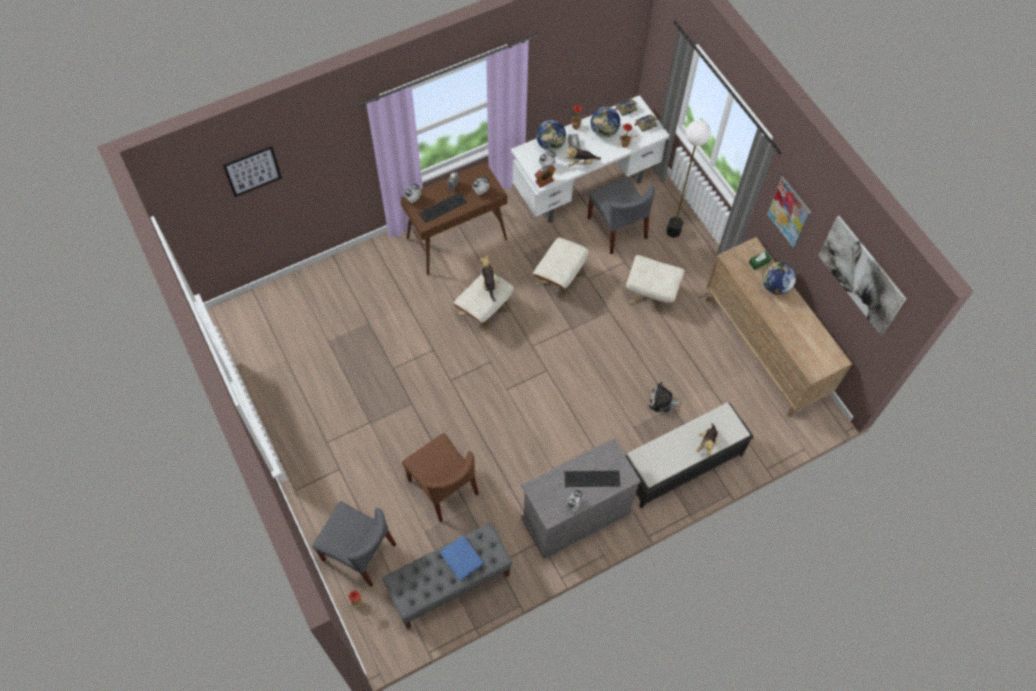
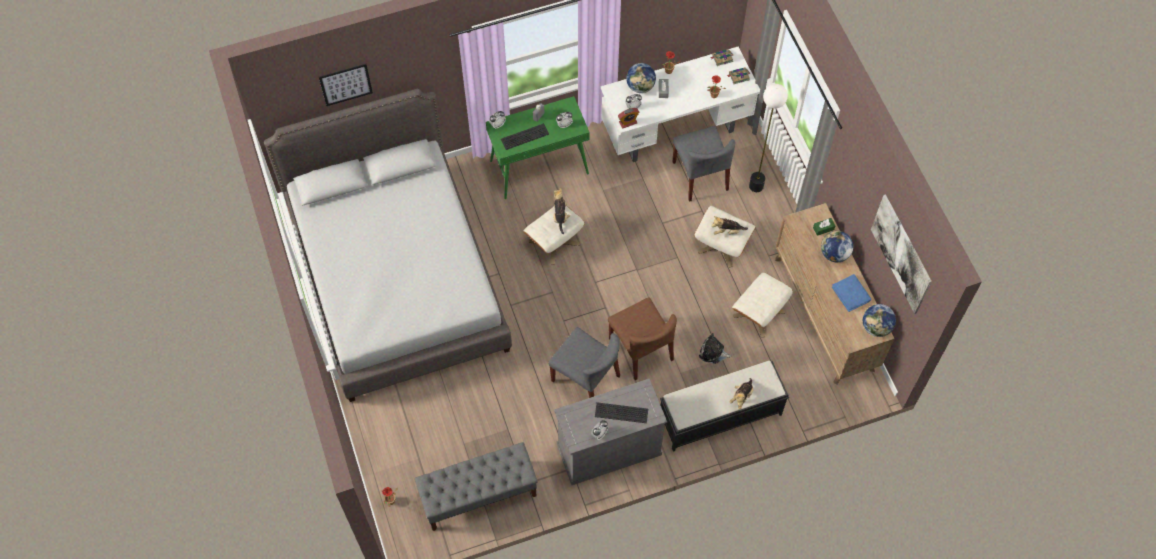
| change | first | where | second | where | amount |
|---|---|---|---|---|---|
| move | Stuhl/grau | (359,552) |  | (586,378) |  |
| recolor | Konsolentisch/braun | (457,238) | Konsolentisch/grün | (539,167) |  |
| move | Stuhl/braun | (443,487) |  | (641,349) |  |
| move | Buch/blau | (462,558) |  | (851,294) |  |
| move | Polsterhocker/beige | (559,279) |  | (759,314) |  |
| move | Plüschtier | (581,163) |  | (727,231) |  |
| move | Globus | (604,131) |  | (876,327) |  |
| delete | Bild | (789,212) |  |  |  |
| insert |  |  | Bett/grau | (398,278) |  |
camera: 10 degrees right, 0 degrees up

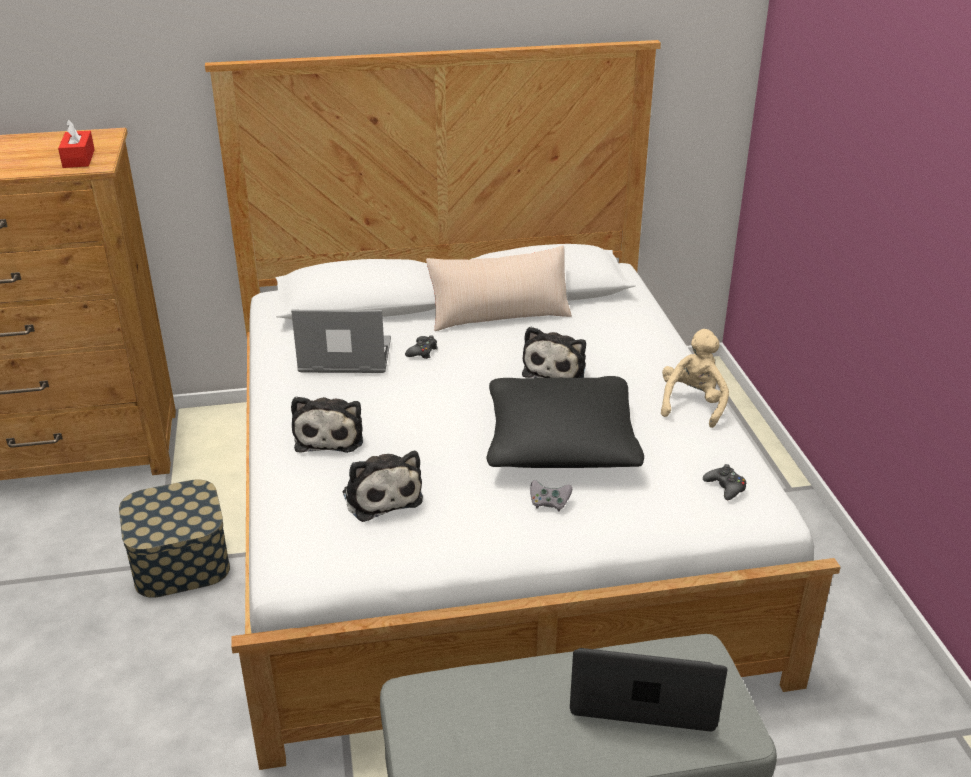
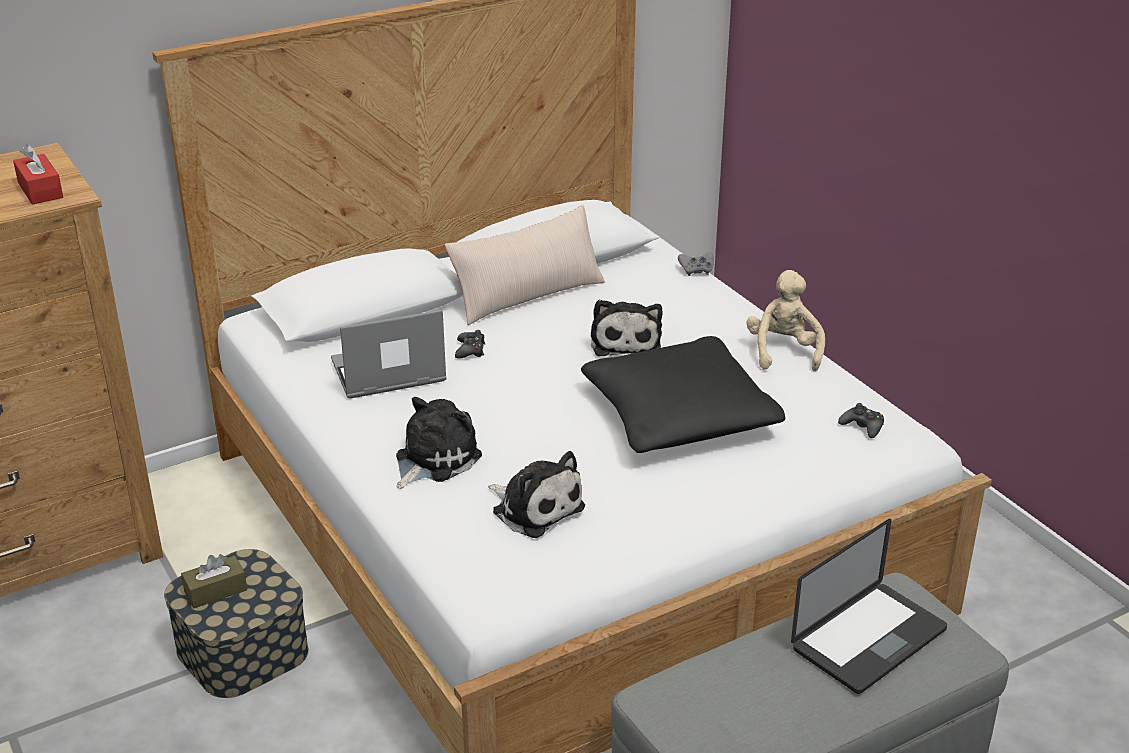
| change | first | where | second | where | amount |
|---|---|---|---|---|---|
| rotate | Plüschtier | (330,435) |  | (433,459) | 120 degrees counterclockwise |
| move | Gamepad/grau | (549,503) |  | (696,271) |  |
| rotate | Laptop | (643,693) |  | (868,639) | 150 degrees clockwise |
| insert |  |  | Taschentuchbox/braun | (215,591) |  |
camera: 20 degrees left, 0 degrees up

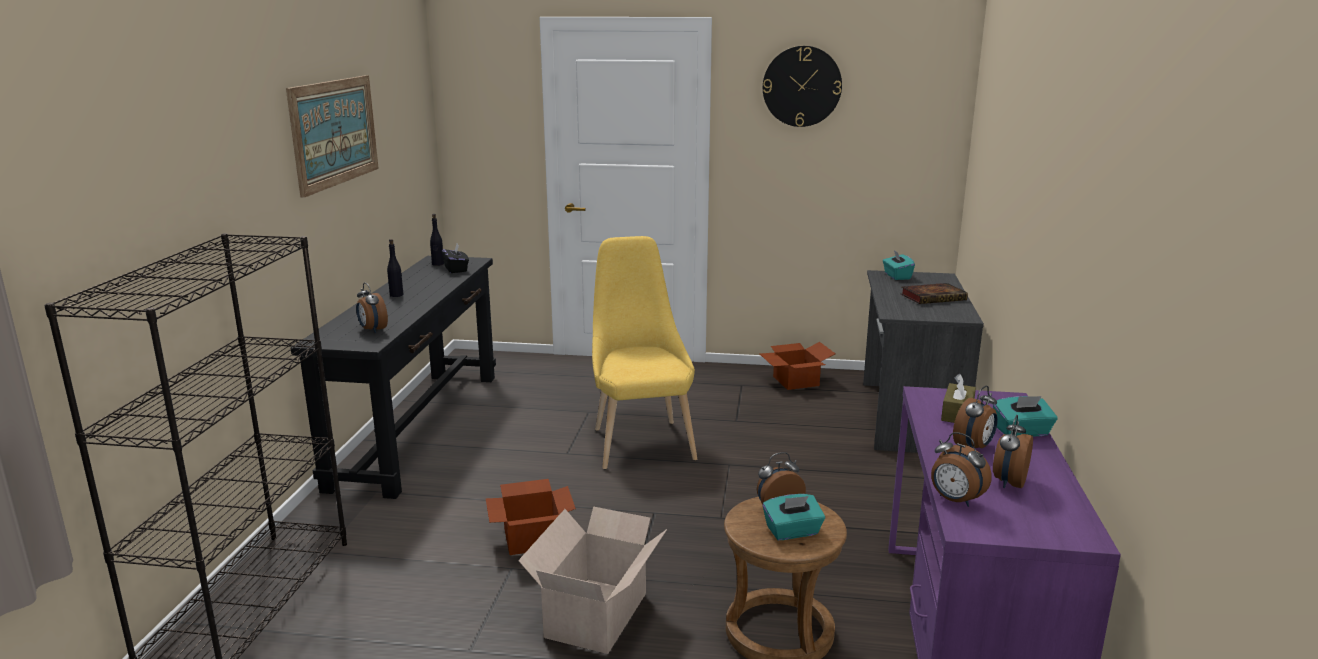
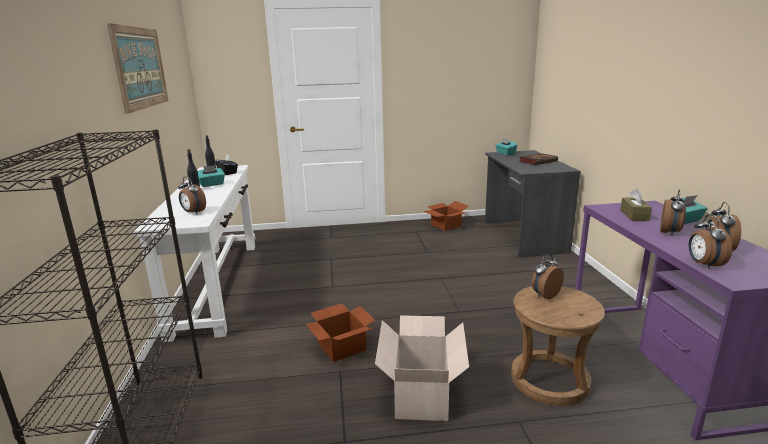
| change | first | where | second | where | amount |
|---|---|---|---|---|---|
| recolor | Konsolentisch/schwarz | (419,427) | Konsolentisch/weiß | (217,285) |  |
| delete | Stuhl/gelb | (640,441) |  |  |  |
| delete | Wanduhr | (802,86) |  |  |  |
| move | Taschentuchbox/türkis | (792,532) |  | (211,184) |  |
| rotate | Wecker | (955,500) |  | (703,264) | 60 degrees clockwise |
camera: 15 degrees left, 0 degrees up

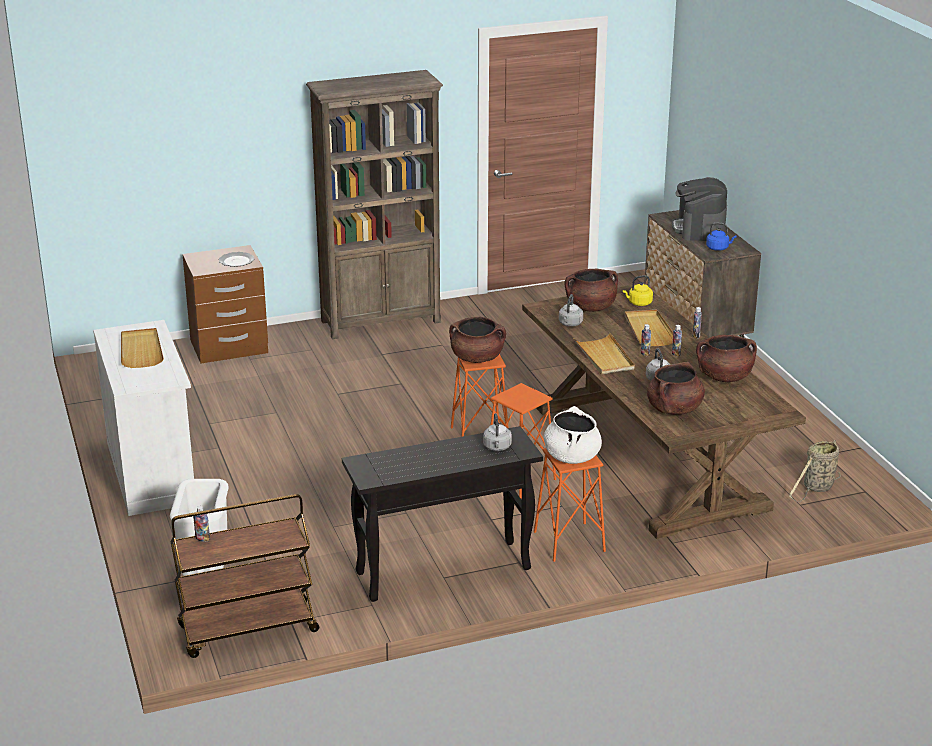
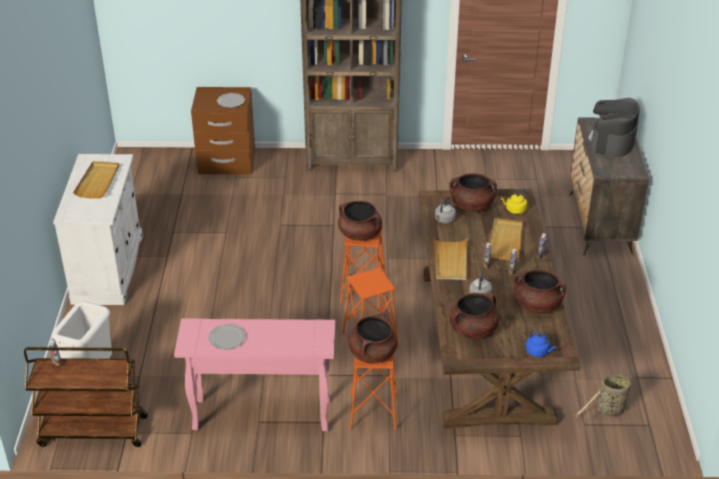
| change | first | where | second | where | amount |
|---|---|---|---|---|---|
| recolor | Konsolentisch/schwarz | (442,571) | Konsolentisch/rosa | (260,415) |  |
| delete | Wasserkessel/grau | (497,447) |  |  |  |
| recolor | Kochtopf/weiß | (571,457) | Kochtopf/braun | (372,353) |  |
| move | Wasserkessel/blau | (718,248) |  | (538,352) |  |
| insert |  |  | Teller | (227,338) |  |
camera: 20 degrees right, 10 degrees up

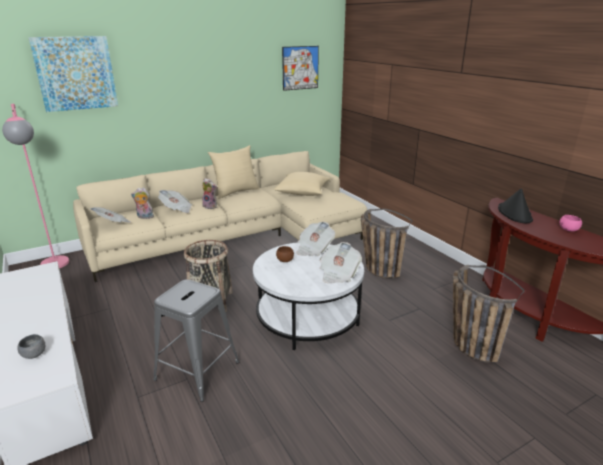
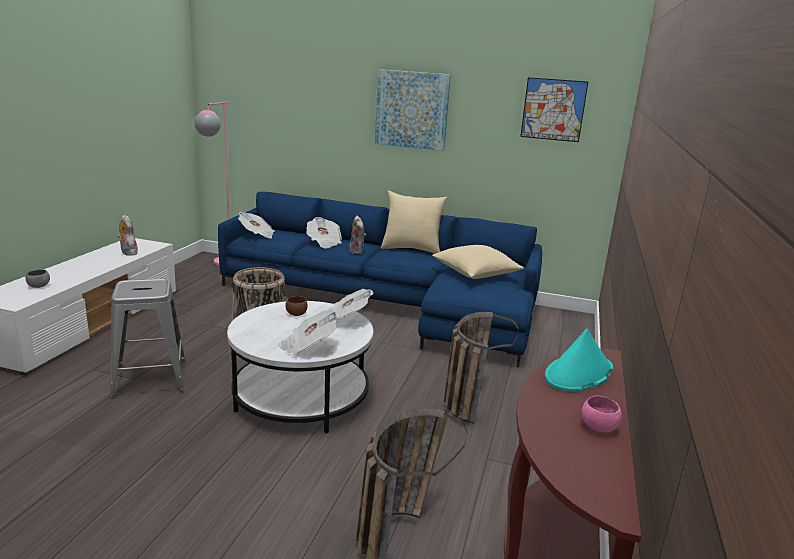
| change | first | where | second | where | amount |
|---|---|---|---|---|---|
| move | Bild | (75,73) |  | (412,110) |  |
| recolor | Sofa/beige | (236,237) | Sofa/blau | (389,303) |  |
| move | Plüschtier | (144,217) |  | (127,253) |  |
| recolor | Hut/schwarz | (515,213) | Hut/türkis | (578,374) |  |
camera: 45 degrees right, 5 degrees down

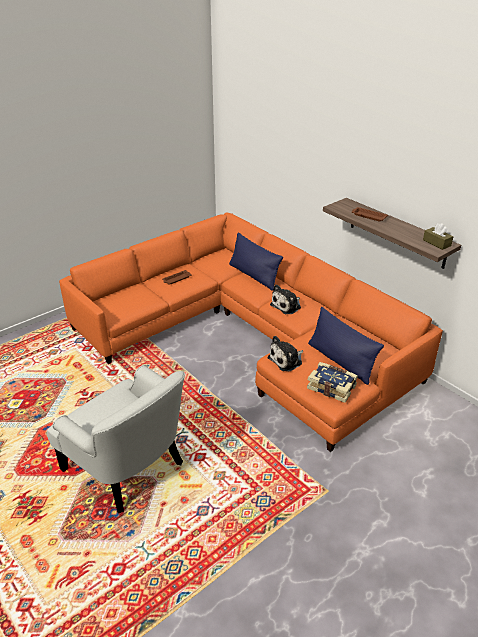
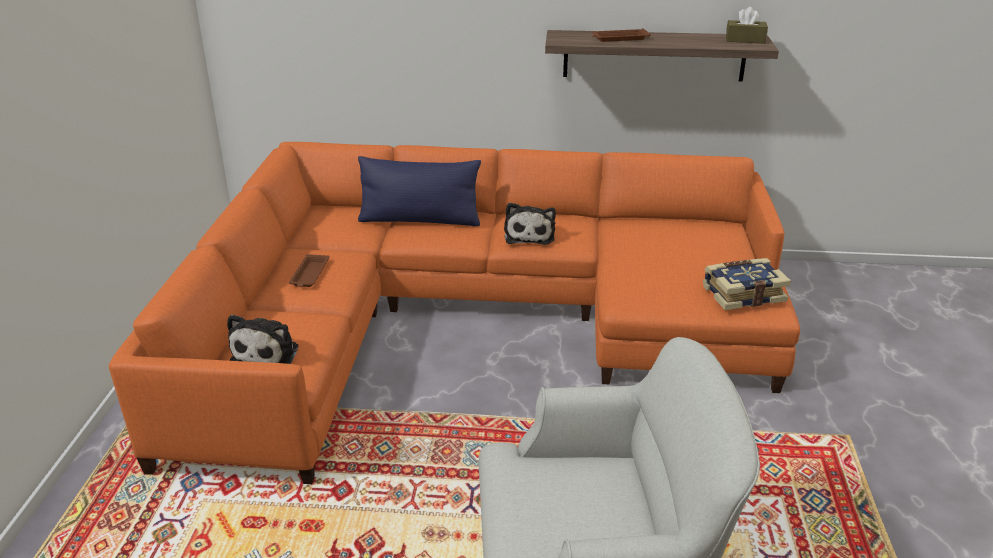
| change | first | where | second | where | amount |
|---|---|---|---|---|---|
| move | Plüschtier | (287,360) |  | (267,353) |  |
| delete | Kissen/blau | (340,361) |  |  |  |
camera: 45 degrees left, 5 degrees down

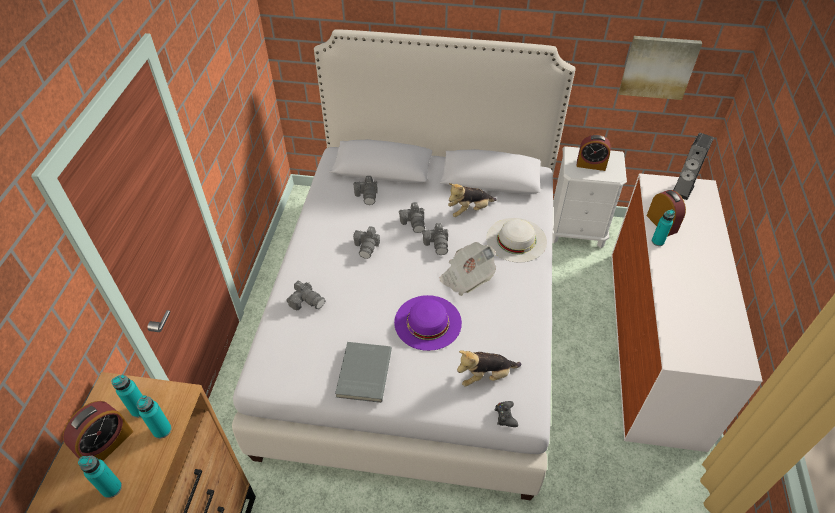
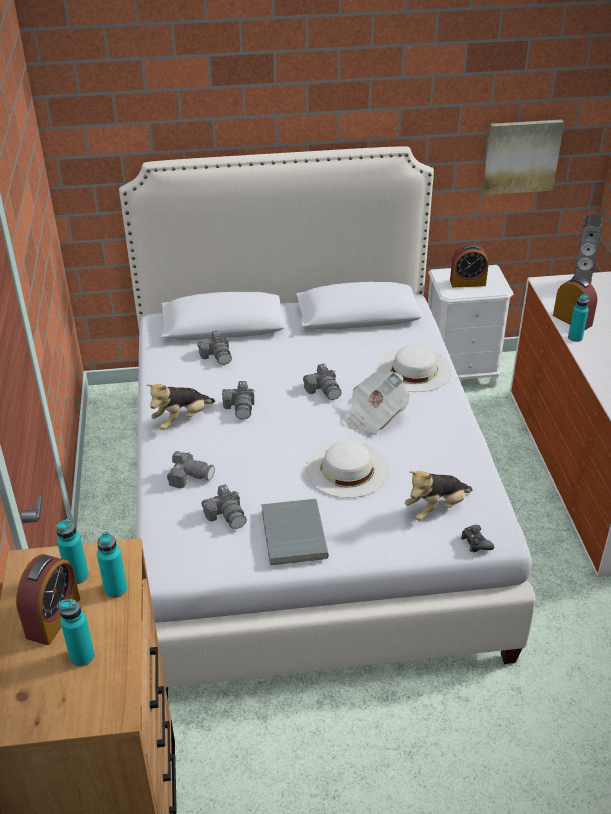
| change | first | where | second | where | amount |
|---|---|---|---|---|---|
| recolor | Hut/lila | (427,322) | Hut/weiß | (347,469) |  |
| move | Kamera | (414,222) |  | (227,515) |  |
| move | Plüschtier | (469,210) |  | (182,419) |  |
camera: 15 degrees left, 10 degrees down

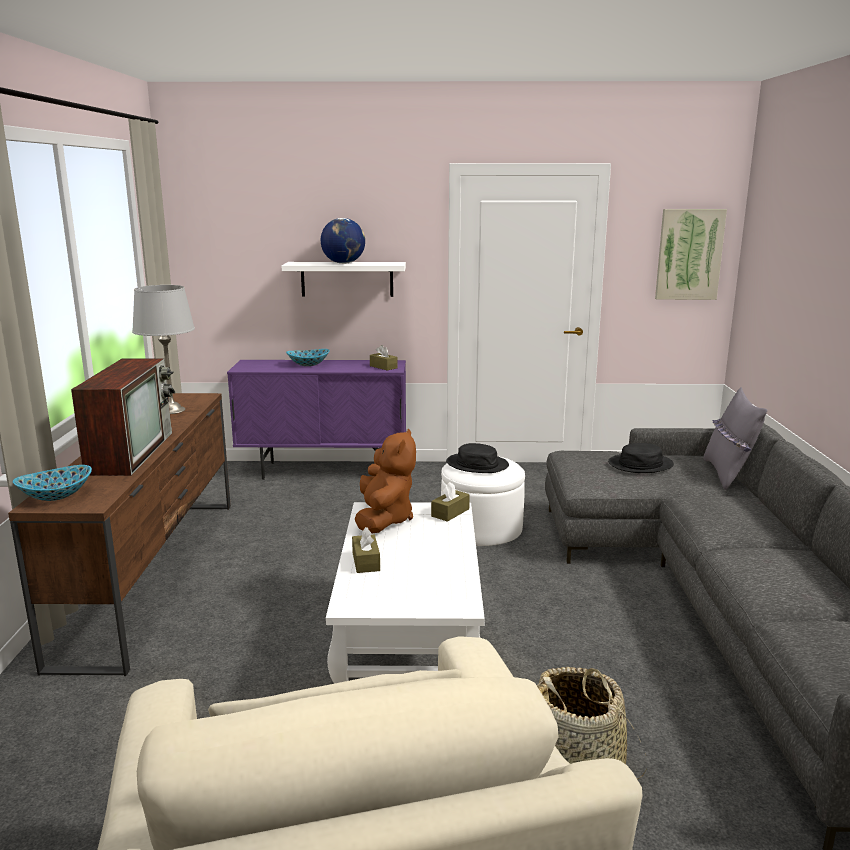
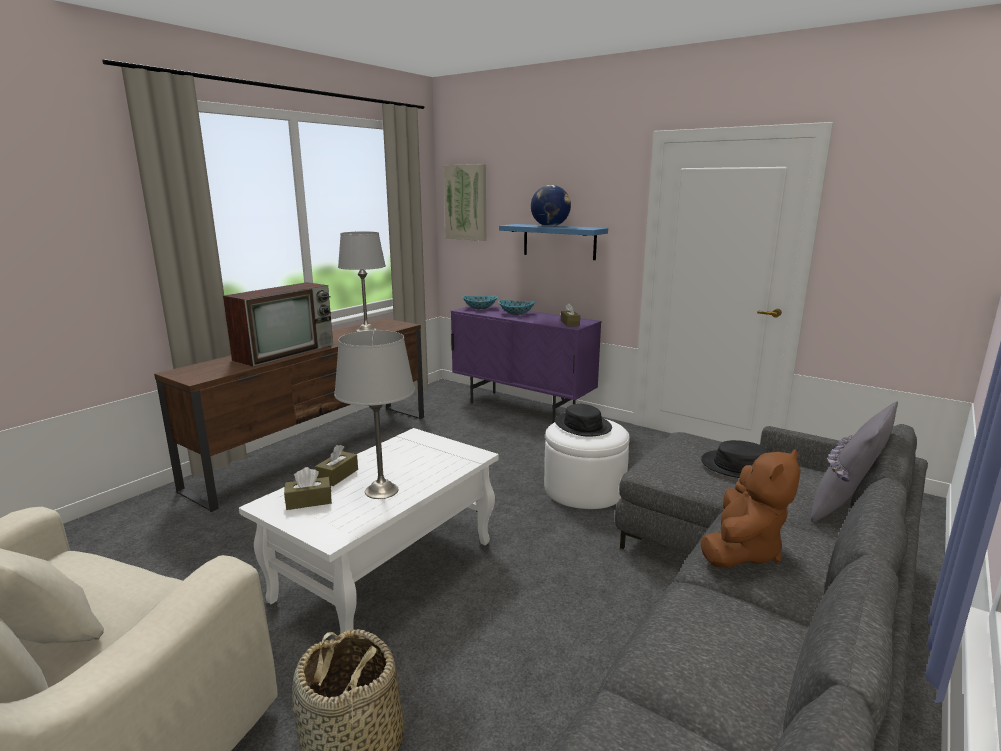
| change | first | where | second | where | amount |
|---|---|---|---|---|---|
| move | Schüssel | (56,496) |  | (480,308) |  |
| recolor | Wandregal/weiß | (347,279) | Wandregal/blau | (559,241) |  |
| move | Plüschtier/braun | (384,519) |  | (742,551) |  |
| move | Taschentuchbox/braun | (450,512) |  | (309,501) |  |
| move | Bild | (689,254) |  | (466,202) |  |
| insert |  |  | Tischlampe/grau | (381,491) |  |
camera: 35 degrees right, 0 degrees up

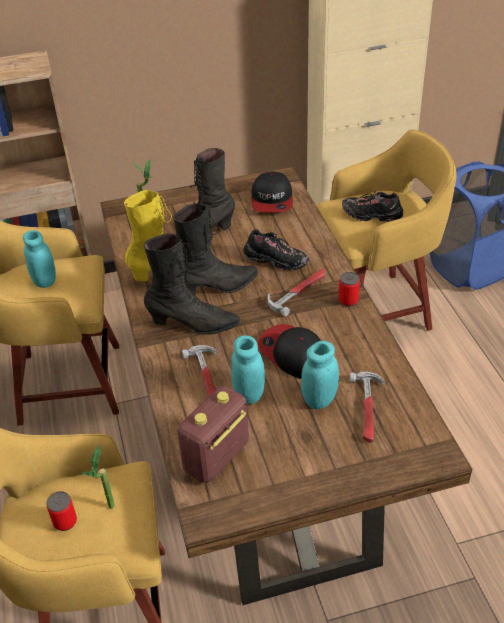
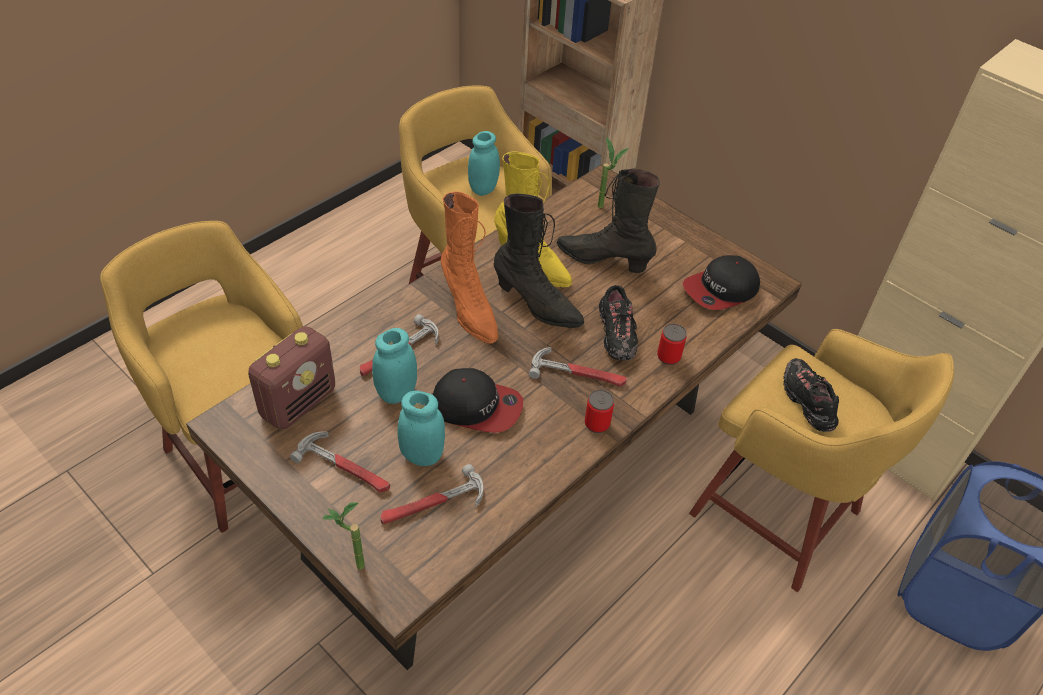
| change | first | where | second | where | amount |
|---|---|---|---|---|---|
| move | Dose | (65,521) |  | (668,356) |  |
| move | Topfpflanze | (109,511) |  | (351,568) |  |
| recolor | Stiefel/schwarz | (194,324) | Stiefel/orange | (469,310) |  |
| rotate | Radio | (216,458) |  | (299,402) | 120 degrees clockwise |
| rotate | Kappe | (293,354) |  | (477,406) | 90 degrees clockwise |
| insert |  |  | Hammer | (345,467) |  |
camera: 55 degrees right, 5 degrees up

